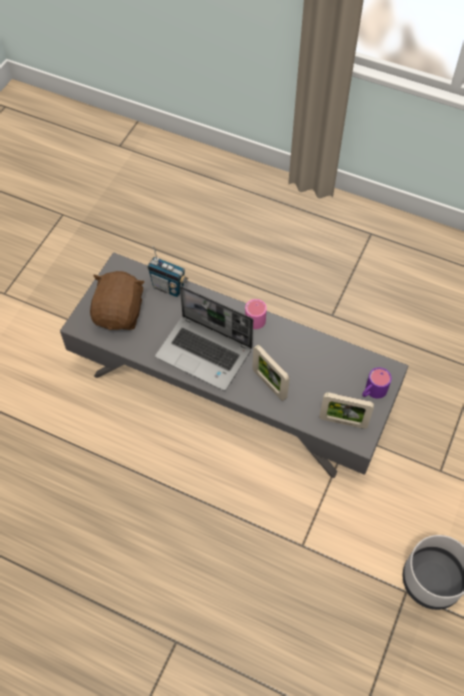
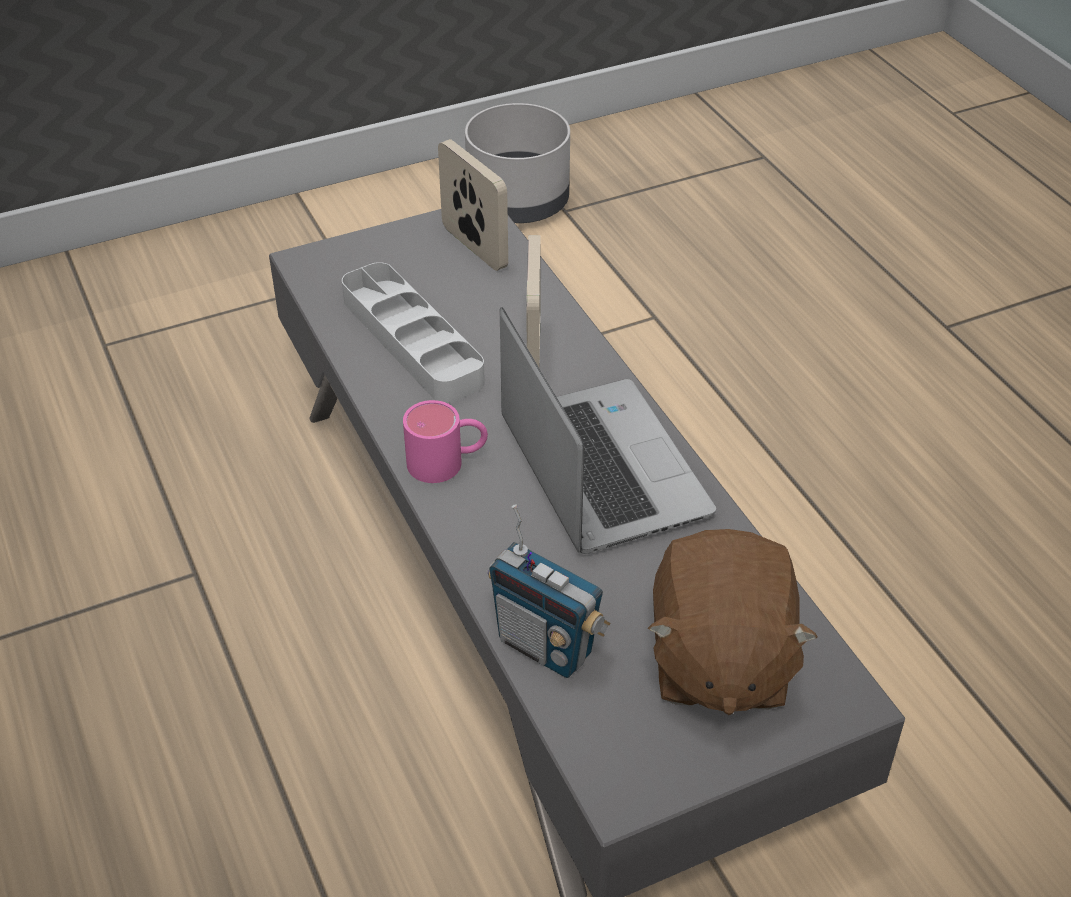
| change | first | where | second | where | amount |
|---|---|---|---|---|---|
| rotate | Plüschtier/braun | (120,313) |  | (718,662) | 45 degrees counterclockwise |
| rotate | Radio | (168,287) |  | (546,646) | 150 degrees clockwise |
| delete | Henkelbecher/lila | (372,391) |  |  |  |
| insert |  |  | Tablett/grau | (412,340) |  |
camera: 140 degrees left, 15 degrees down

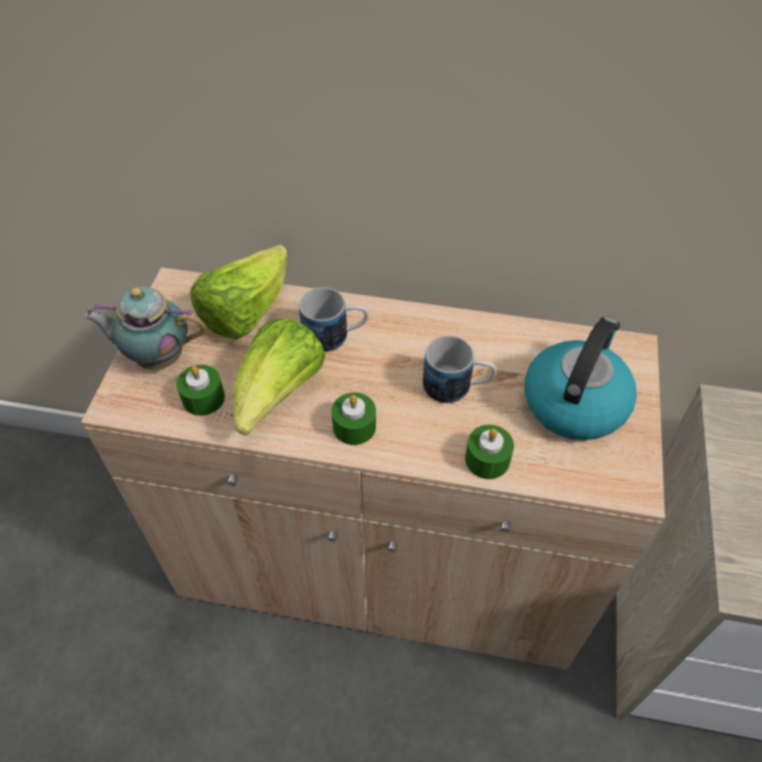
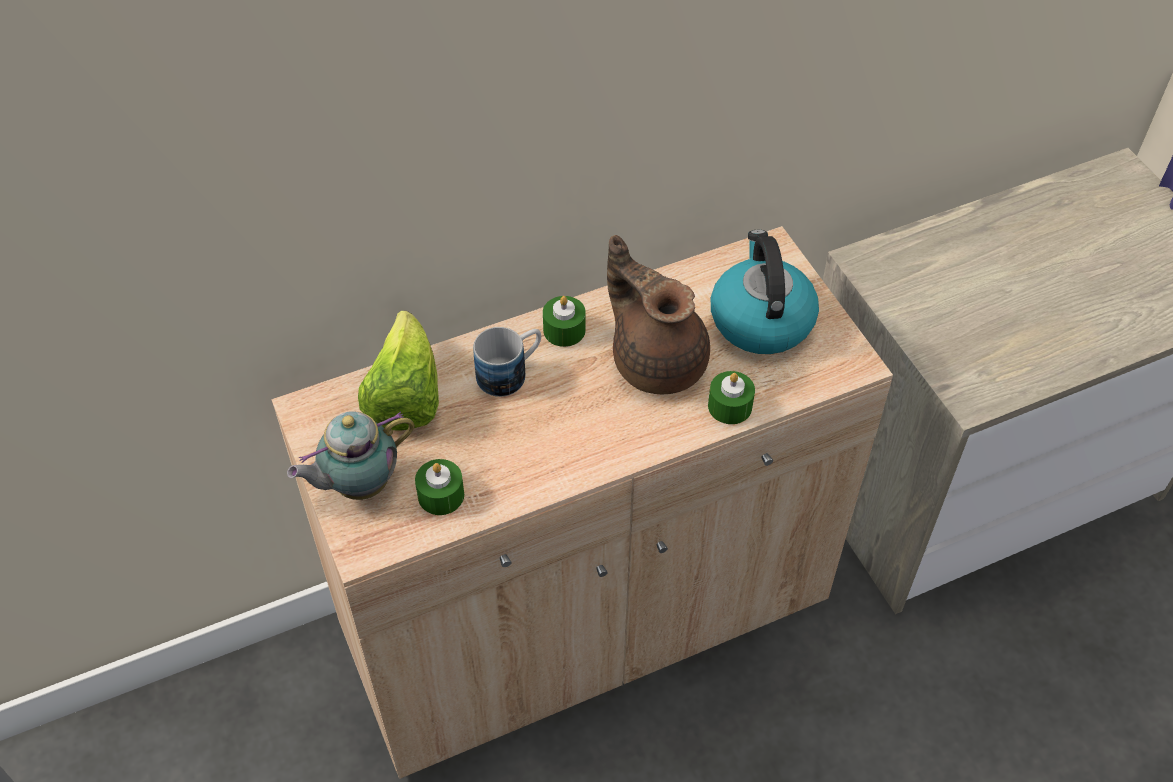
| change | first | where | second | where | amount |
|---|---|---|---|---|---|
| delete | Salatkopf | (279,395) |  |  |  |
| move | Kerze/grün | (354,426) |  | (564,330) |  |
| replace | Henkelbecher | (457,387) | Teekanne/braun | (656,359) |  |
camera: 35 degrees left, 0 degrees up

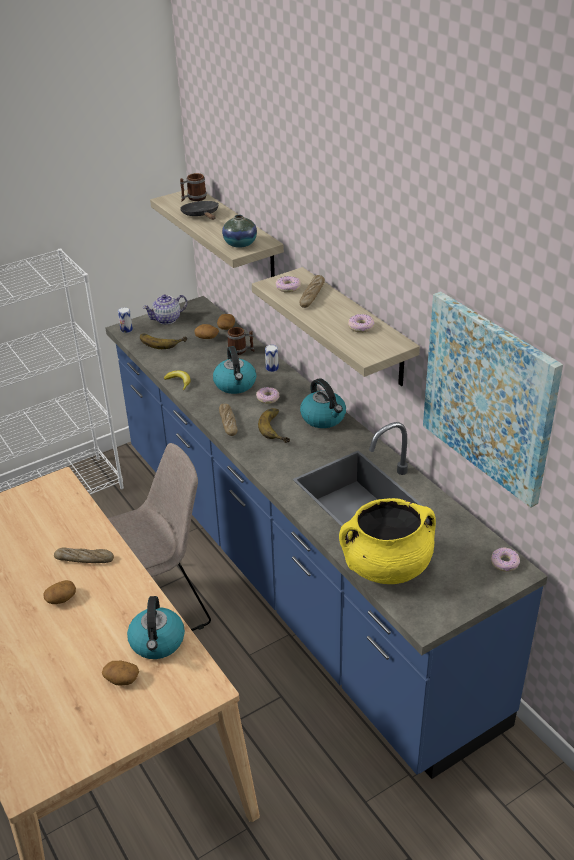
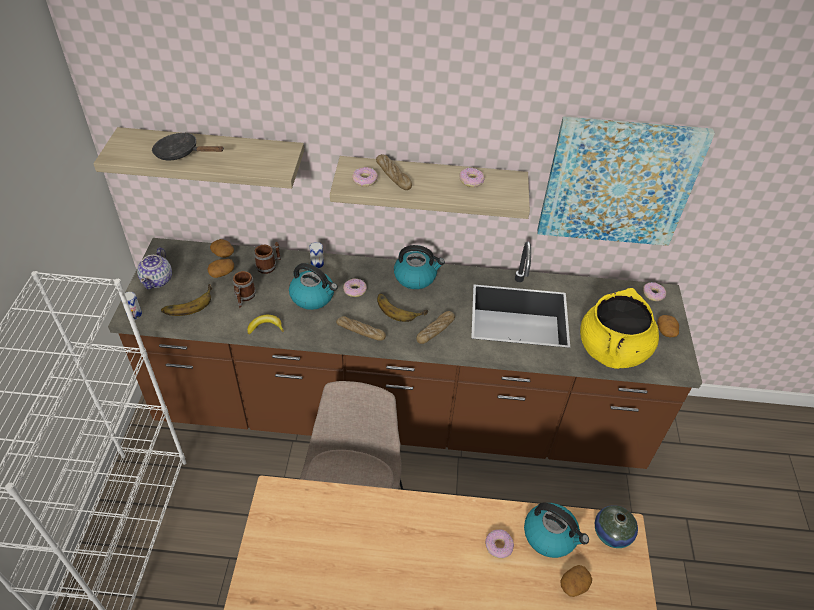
| change | first | where | second | where | amount |
|---|---|---|---|---|---|
| move | Kartoffel | (61,599) |  | (666,331) |  |
| move | Brot | (84,559) |  | (435,330) |  |
| recolor | Küchenzeile/blau | (291,572) | Küchenzeile/braun | (400,415) |  |
| move | Henkelbecher | (193,198) |  | (244,298) |  |
| move | Vase | (240,244) |  | (612,533) |  |
| insert |  |  | Donut | (498,546) |  |
camera: 55 degrees left, 10 degrees up

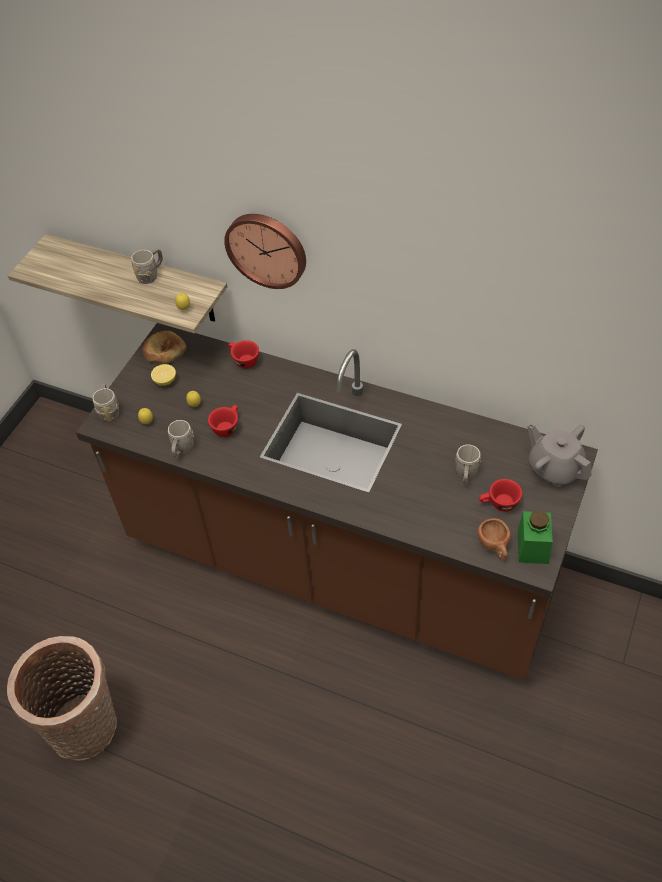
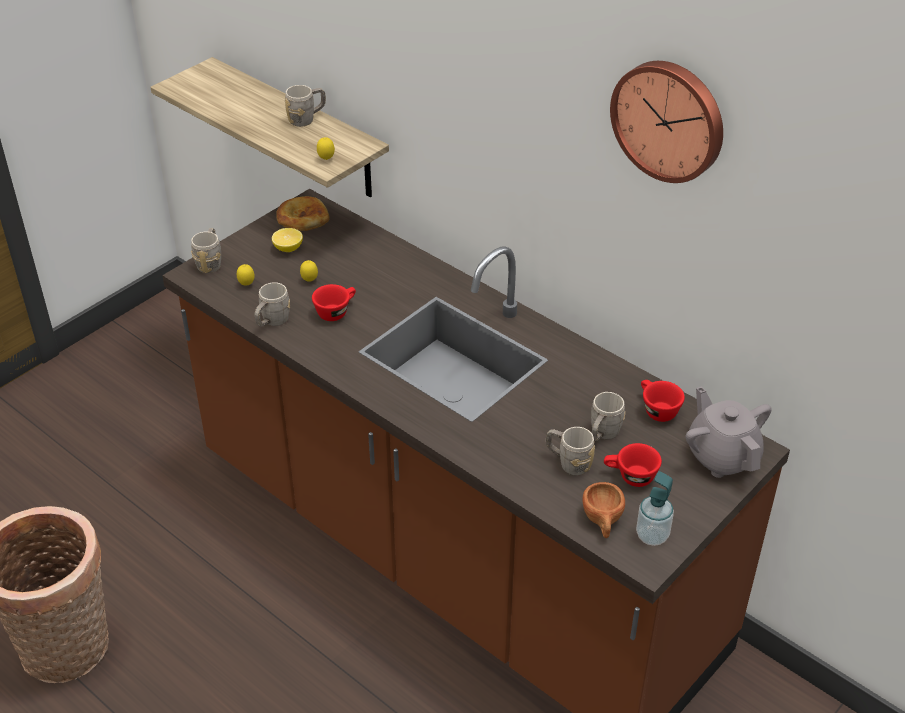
| change | first | where | second | where | amount |
|---|---|---|---|---|---|
| move | Wanduhr | (267,248) |  | (669,119) |  |
| move | Tasse/rot | (243,361) |  | (656,409) |  |
| replace | Vorratsglas/grün | (532,547) | Seifenspender | (652,535) |  |
| insert |  |  | Henkelbecher/grau | (568,463) |  |
camera: 15 degrees right, 10 degrees down

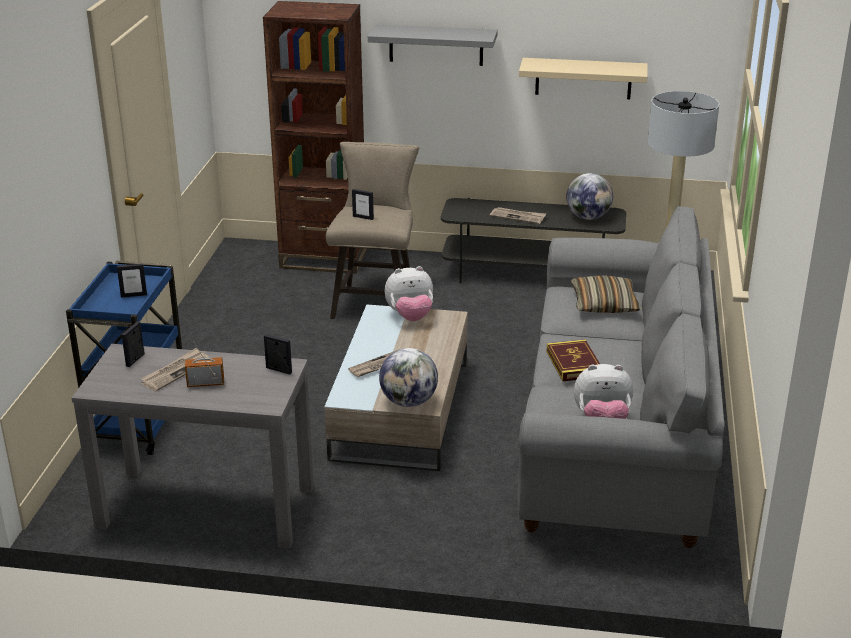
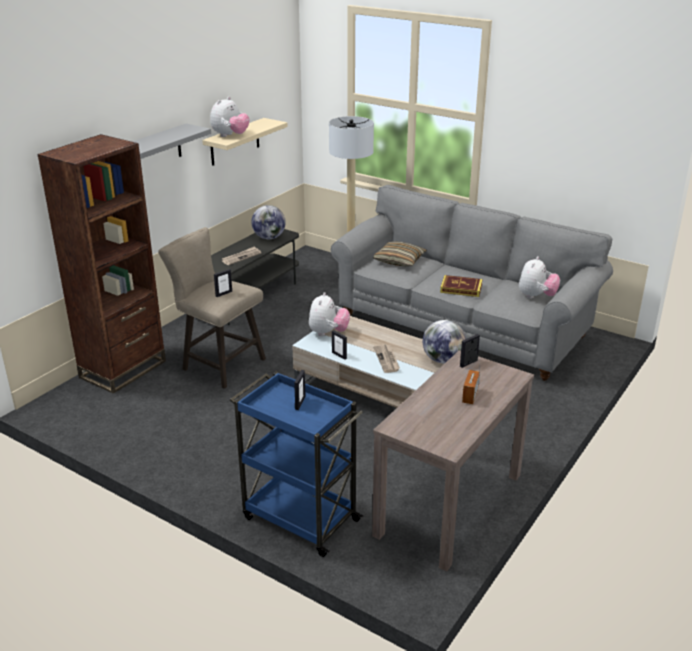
| change | first | where | second | where | amount |
|---|---|---|---|---|---|
| recolor | Konsolentisch/grau | (205,507) | Konsolentisch/braun | (449,505) |  |
| move | Bilderrahmen | (135,360) |  | (339,355) |  |
| delete | Zeitung | (176,372) |  |  |  |
| insert |  |  | Plüschtier | (230,136) |  |
camera: 65 degrees left, 0 degrees up

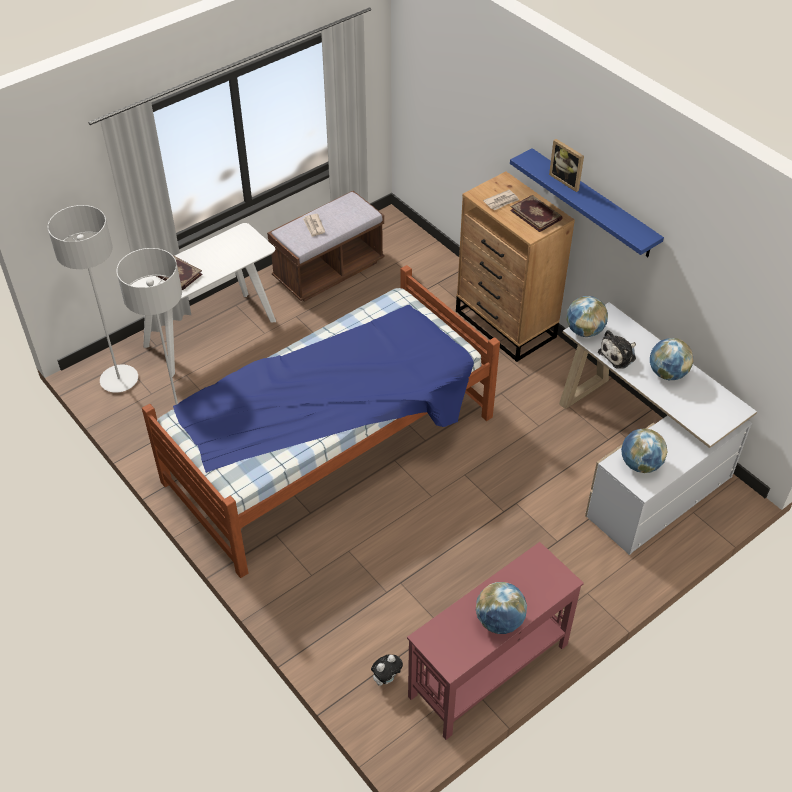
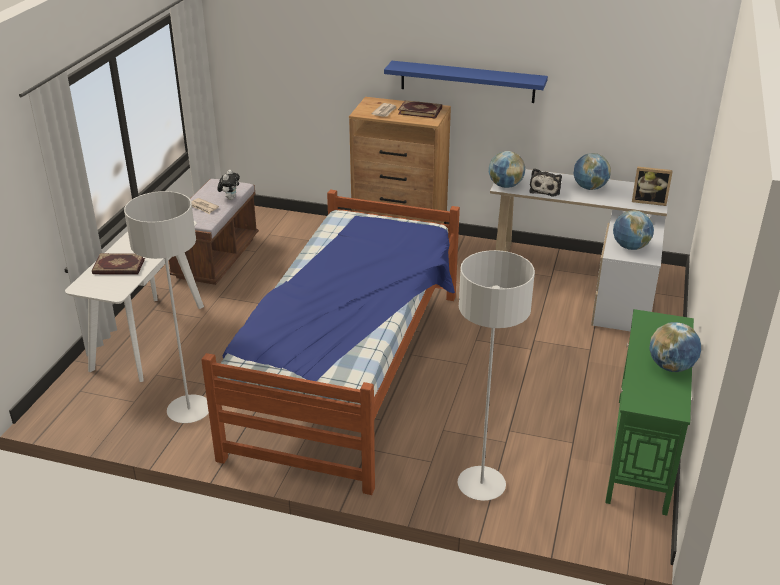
| change | first | where | second | where | amount |
|---|---|---|---|---|---|
| move | Stehlampe/grau | (119,380) |  | (481,485) |  |
| move | Plüschtier | (386,678) |  | (230,198) |  |
| recolor | Konsolentisch/rot | (488,670) | Konsolentisch/grün | (640,453) |  |
| move | Bilderrahmen | (566,180) |  | (649,201) |  |
camera: 35 degrees left, 15 degrees down

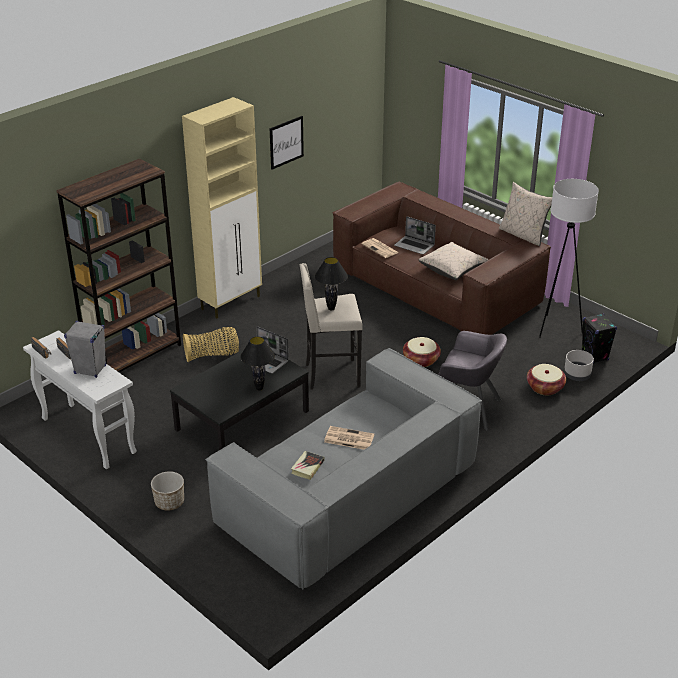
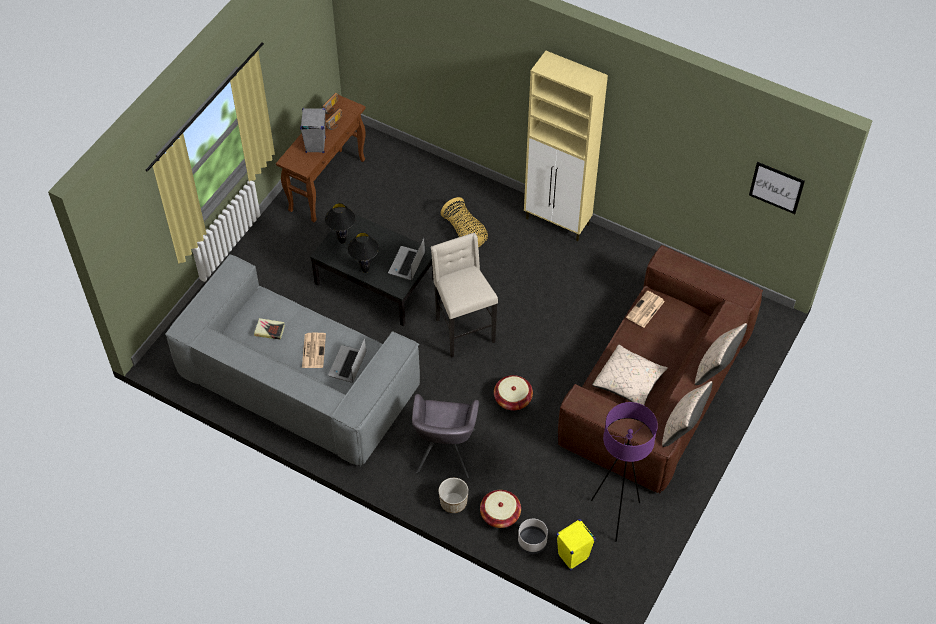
| change | first | where | second | where | amount |
|---|---|---|---|---|---|
| recolor | Konsolentisch/weiß | (87,435) | Konsolentisch/braun | (327,184) |  |
| delete | Bücherregal/braun | (134,356) |  |  |  |
| move | Pflanzkübel | (169,502) |  | (453,502) |  |
| move | Bild | (286,142) |  | (776,187) |  |
| move | Tischlampe/schwarz | (331,309) |  | (342,241) |  |
| move | Laptop | (415,246) |  | (348,365) |  |
| recolor | Stehlampe/weiß | (556,328) | Stehlampe/lila | (615,515) |  |
| recolor | Lautsprecher/schwarz | (595,356) | Lautsprecher/gelb | (573,557) |  |
| insert |  |  | Kissen/beige | (715,368) |  |
camera: 75 degrees right, 20 degrees up

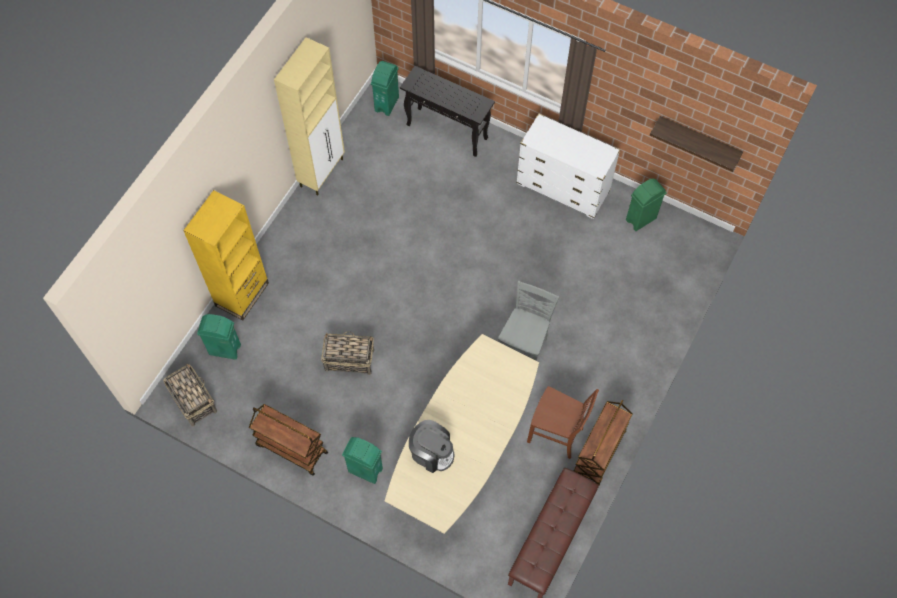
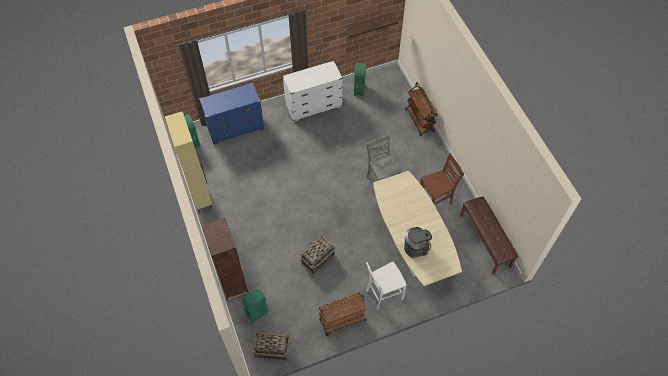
| change | first | where | second | where | amount |
|---|---|---|---|---|---|
| recolor | Bücherregal/gelb | (242,294) | Bücherregal/braun | (233,283) |  |
| replace | Mülleimer/grün | (365,470) | Stuhl/weiß | (383,294) |  |
| replace | Konsolentisch/schwarz | (448,132) | Kommode/blau | (236,128) |  |
| move | Rollwagen/braun | (599,453) |  | (419,121) |  |
camera: 50 degrees left, 5 degrees down

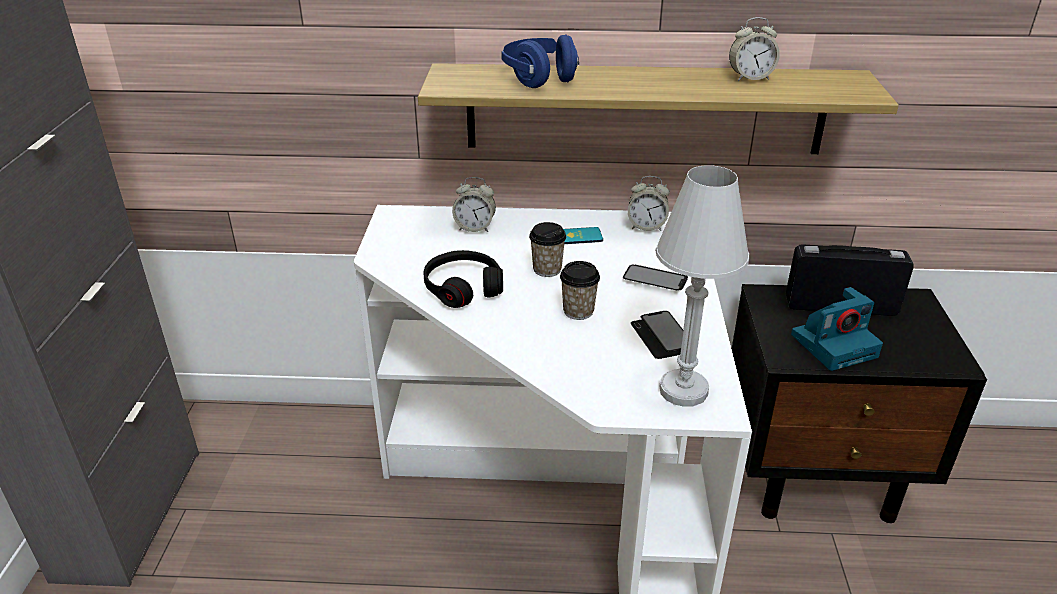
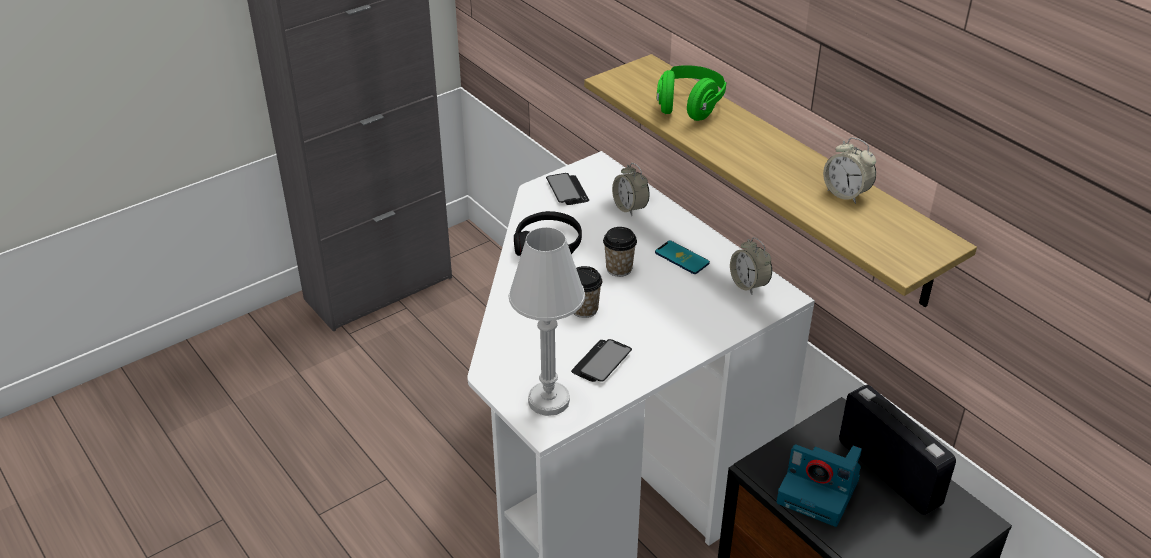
| change | first | where | second | where | amount |
|---|---|---|---|---|---|
| recolor | Kopfhörer/blau | (540,78) | Kopfhörer/grün | (689,107) |  |
| move | Handy | (655,279) |  | (567,190) |  |
camera: 50 degrees right, 5 degrees up

